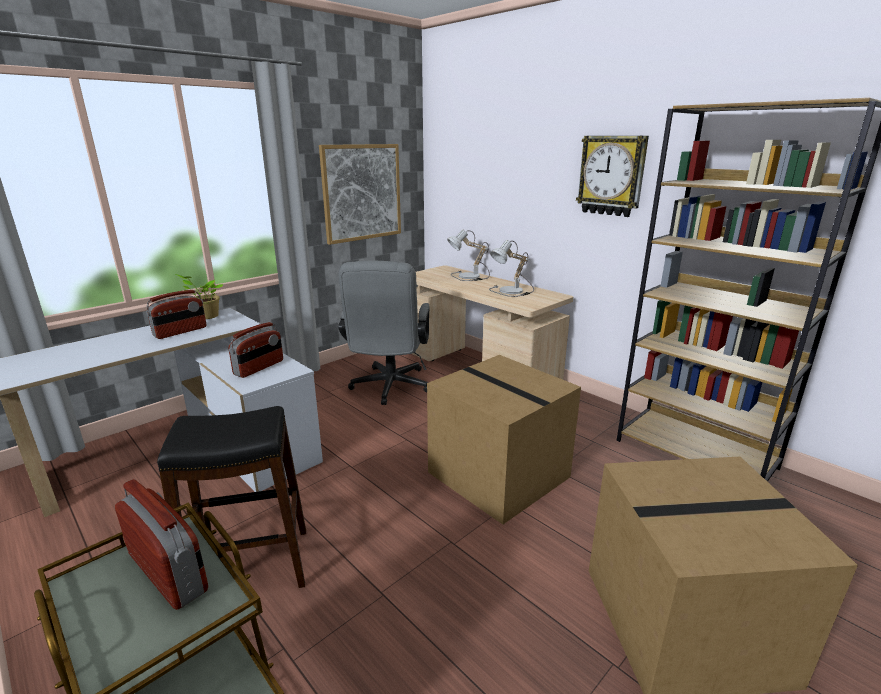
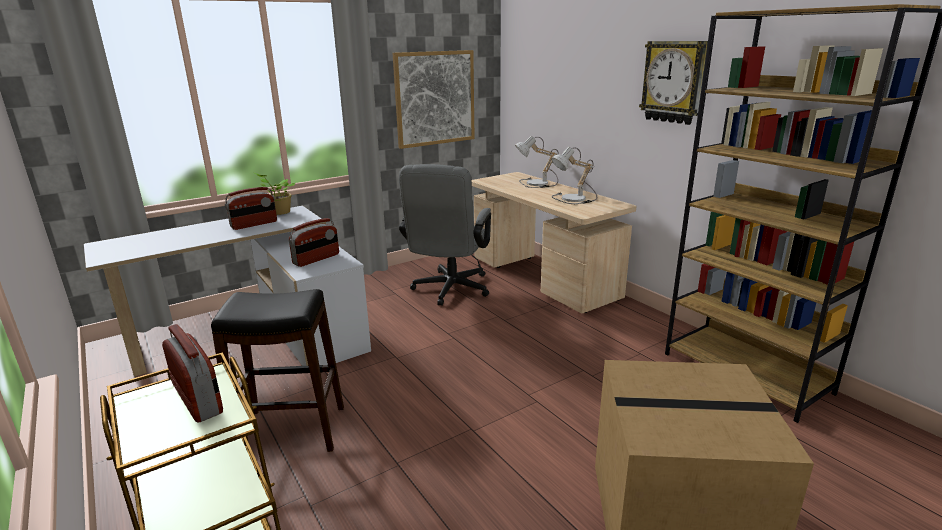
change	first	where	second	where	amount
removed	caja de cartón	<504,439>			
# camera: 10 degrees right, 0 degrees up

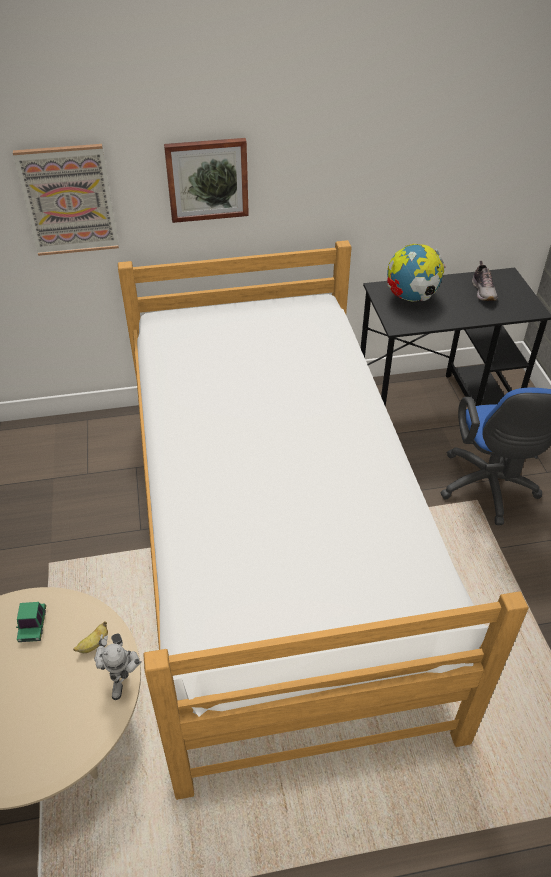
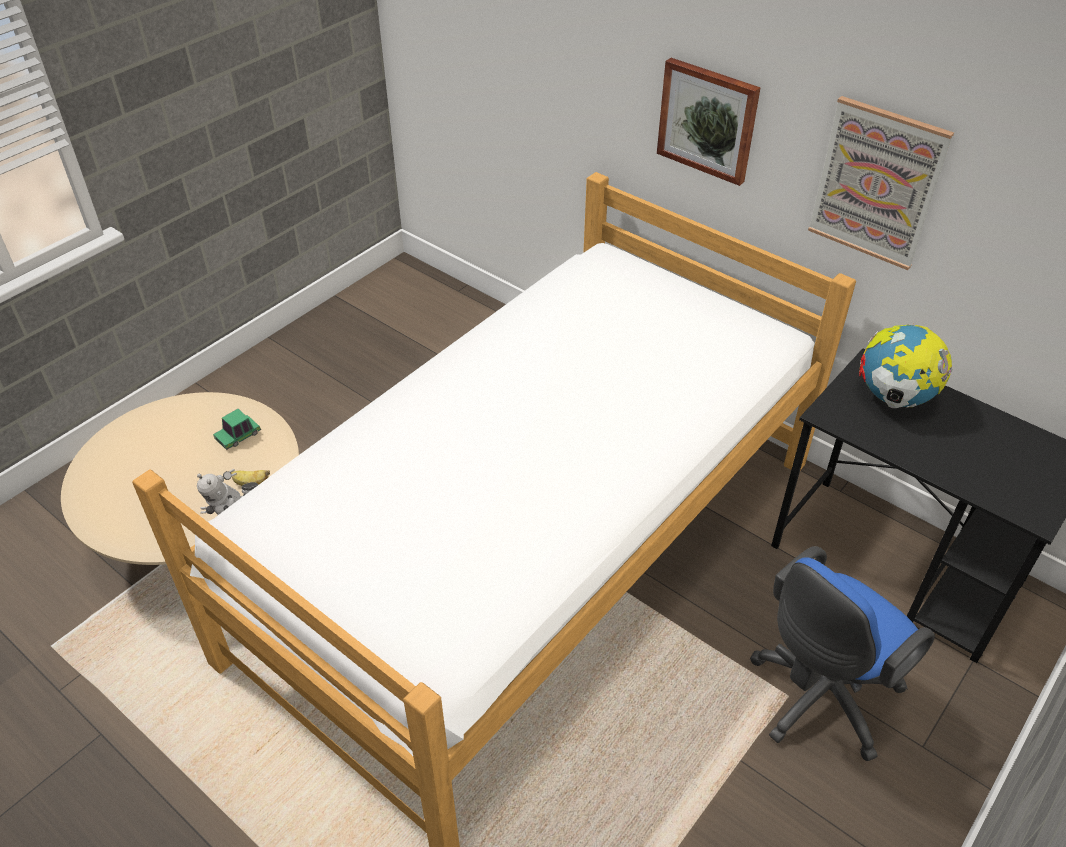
change	first	where	second	where	amount
moved	cuadro	<66,200>		<881,183>	
removed	zapato	<484,281>			
# camera: 50 degrees right, 0 degrees up

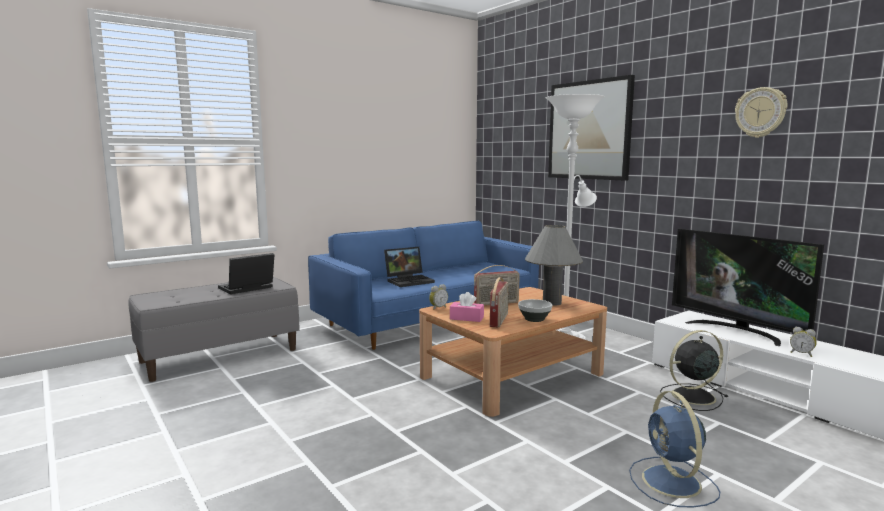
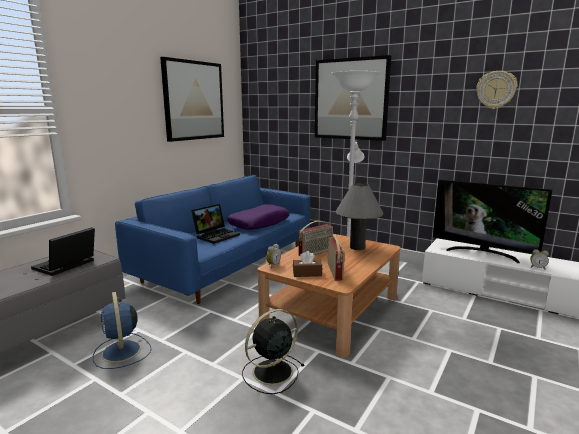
change	first	where	second	where	amount
recoloured	caja de pañuelos (rosa)	<467,307>	caja de pañuelos (marrón)	<307,264>	
removed	cuenco	<535,310>			
moved	ventilador (negro)	<694,370>		<273,351>	
moved	ventilador (azul)	<674,449>		<122,330>	
added			cuadro	<192,99>	
added			cojín (morado)	<258,217>	
# camera: 20 degrees left, 5 degrees up

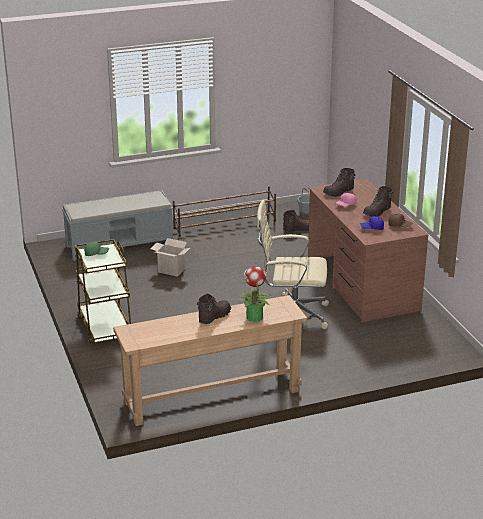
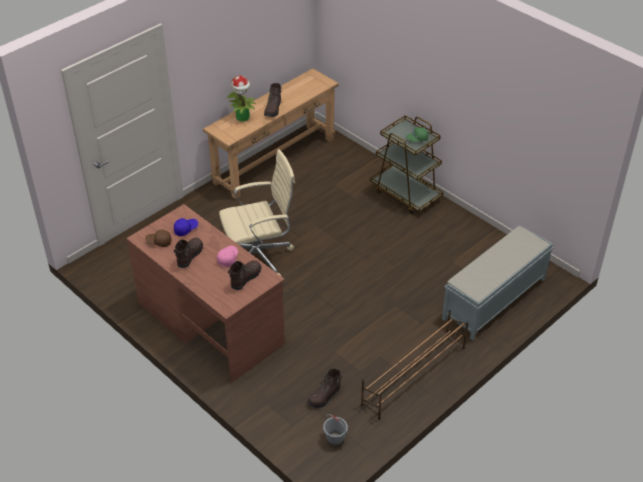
change	first	where	second	where	amount
removed	caja de cartón	<170,257>			
# camera: 155 degrees right, 15 degrees up

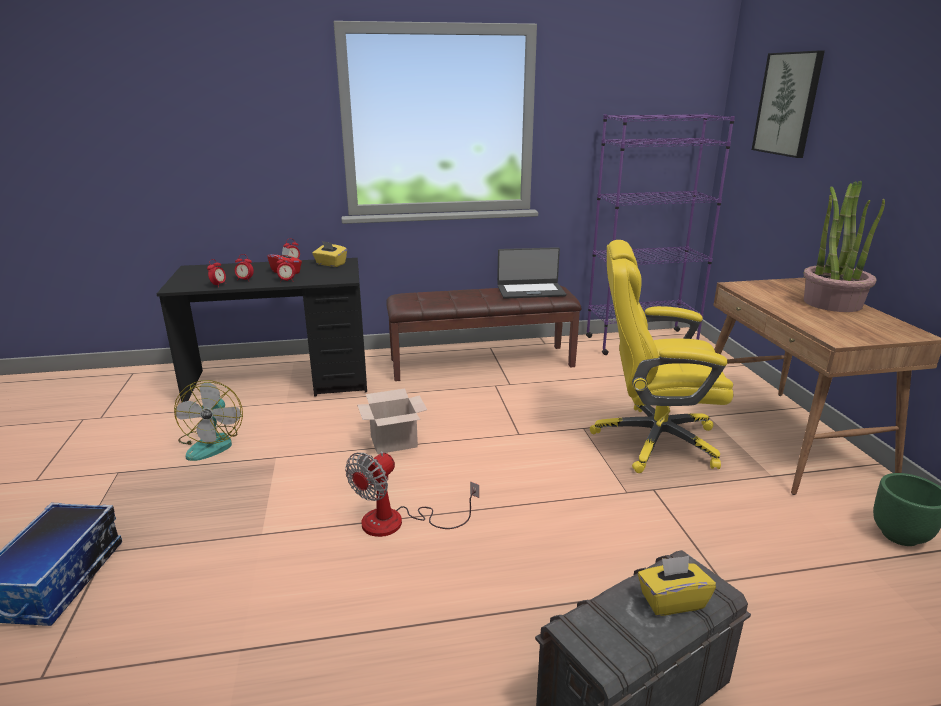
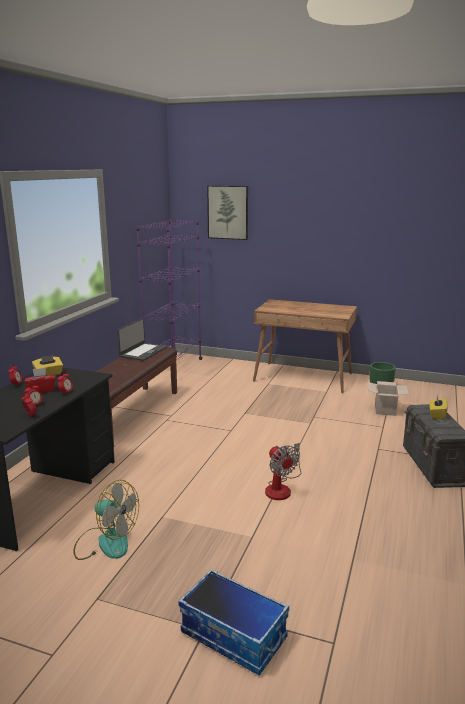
change	first	where	second	where	amount
removed	planta en maceta	<844,246>			
removed	silla de oficina (amarillo)	<661,356>			
moved	caja de cartón	<392,421>		<388,398>	
# camera: 60 degrees left, 5 degrees down

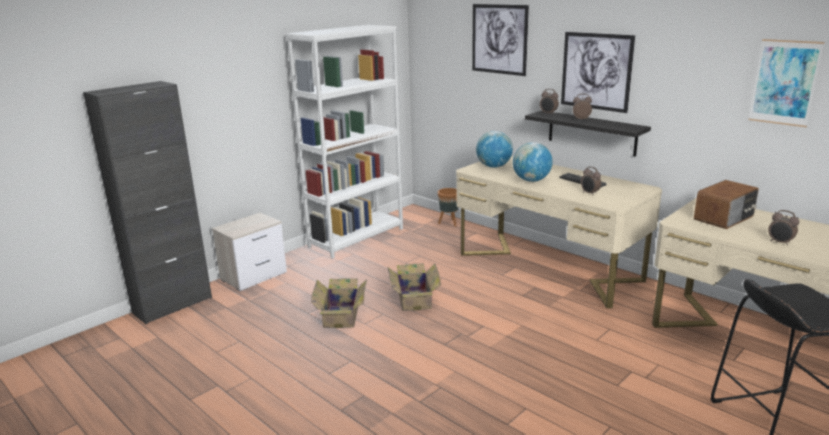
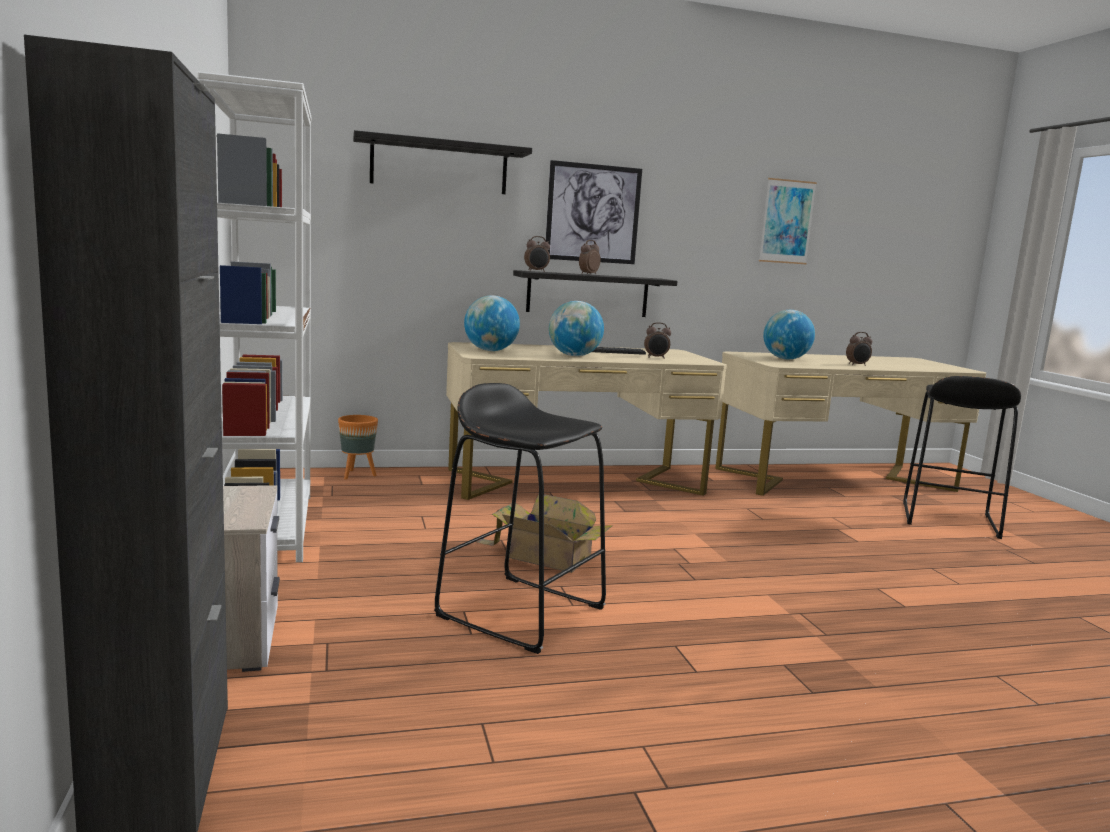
change	first	where	second	where	amount
replaced	cuadro	<500,40>	estante (negro)	<442,162>	
replaced	radio	<726,204>	globo terráqueo	<789,334>	
replaced	caja de cartón	<339,303>	taburete (negro)	<520,518>	
# camera: 60 degrees left, 10 degrees down

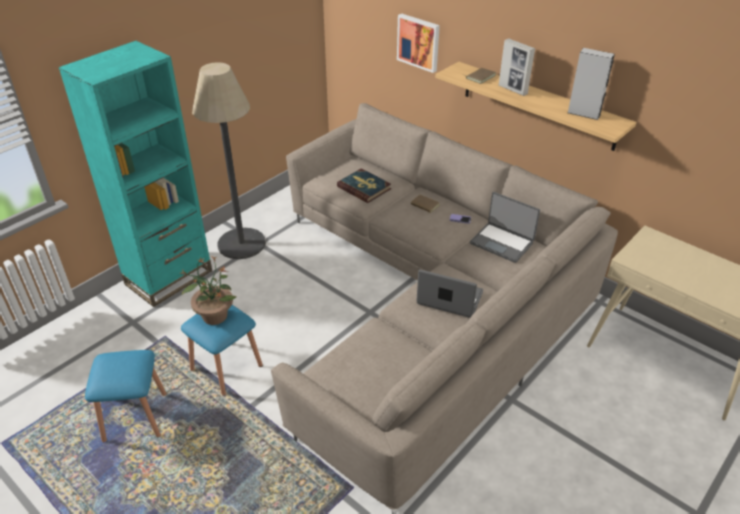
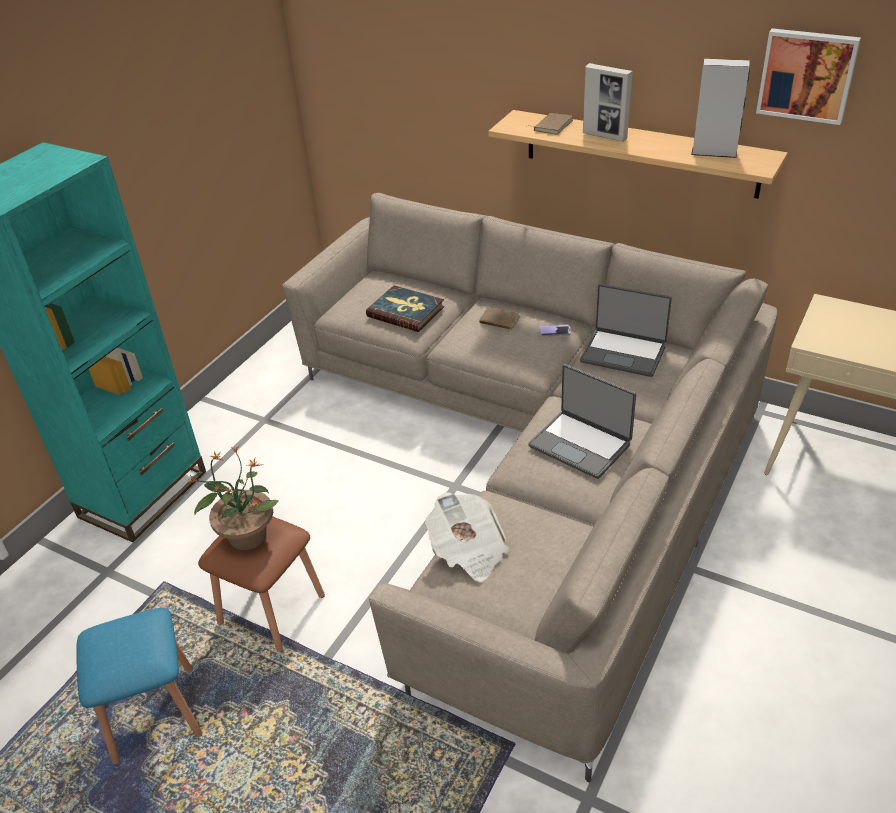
change	first	where	second	where	amount
moved	cuadro	<418,43>		<808,76>	
removed	lámpara de pie	<229,160>			
turned	portátil	<450,294>		<582,421>	150 degrees counterclockwise
recoloured	taburete (azul)	<222,350>	taburete (marrón)	<261,584>	
added			periódico	<467,537>	
# camera: 10 degrees left, 0 degrees up

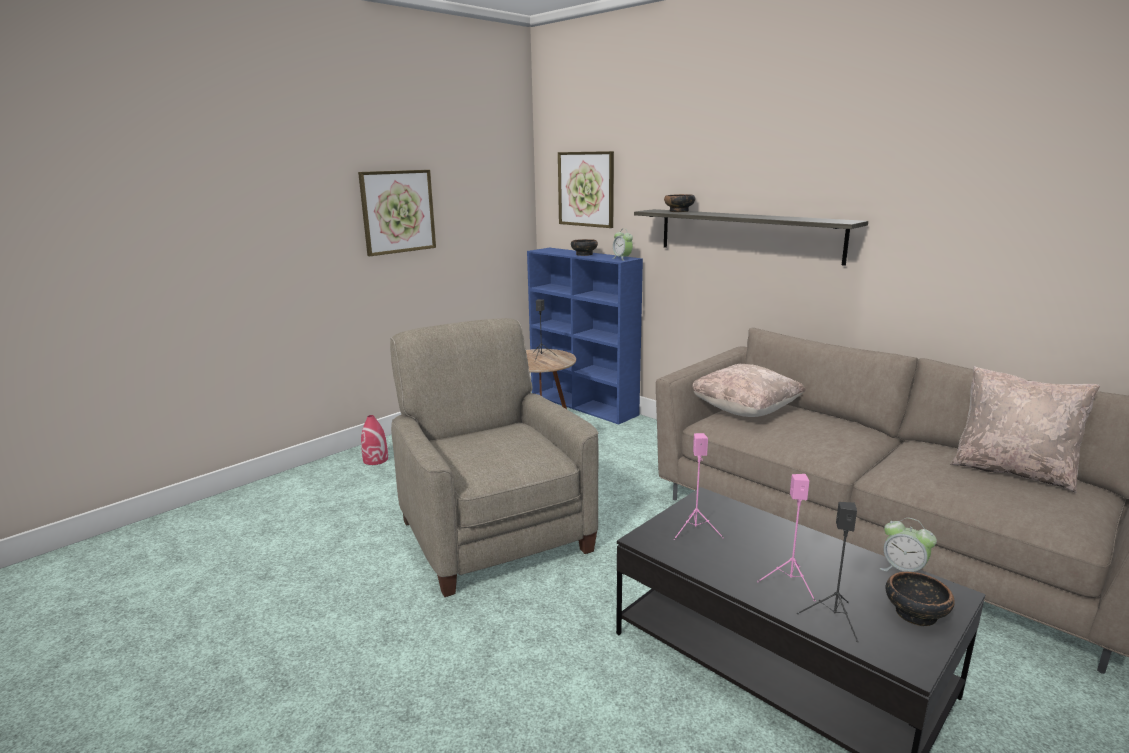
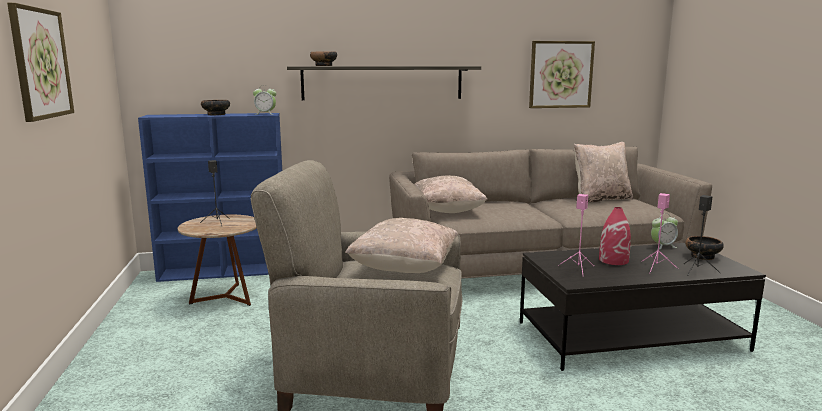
change	first	where	second	where	amount
moved	cuadro	<586,189>		<562,74>	
moved	florero (rojo)	<374,440>		<615,236>	
added			cojín (beis)	<401,245>	
# camera: 55 degrees left, 5 degrees down

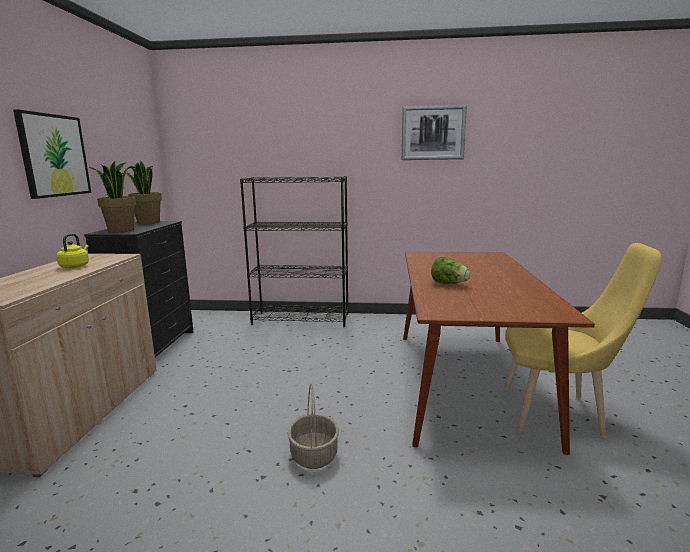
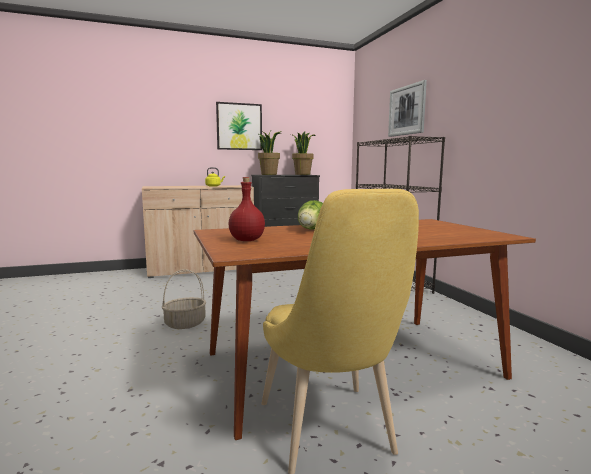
change	first	where	second	where	amount
moved	cuadro	<434,132>		<407,108>	
added			botella (rojo)	<246,209>	
# camera: 65 degrees right, 5 degrees down

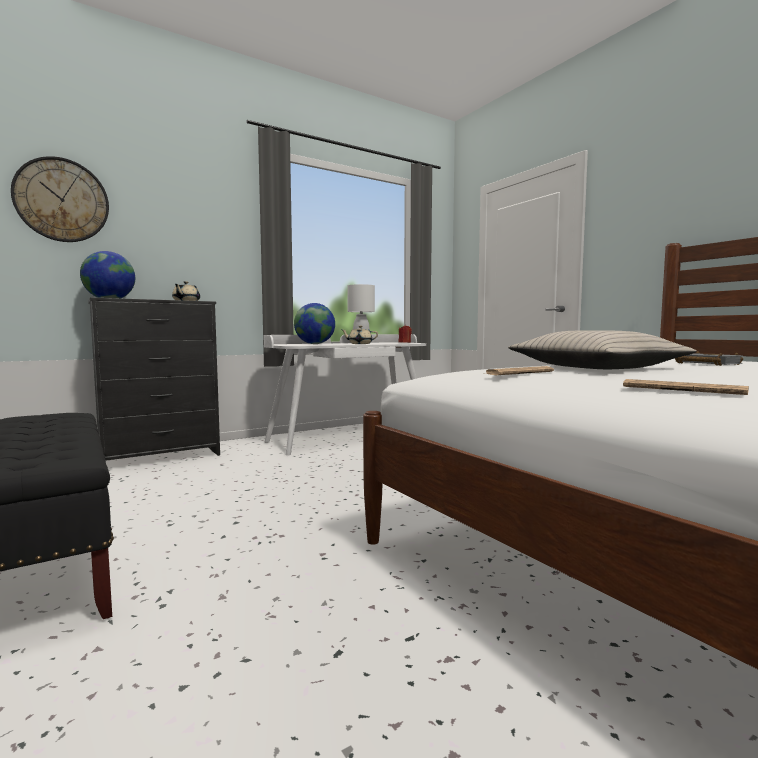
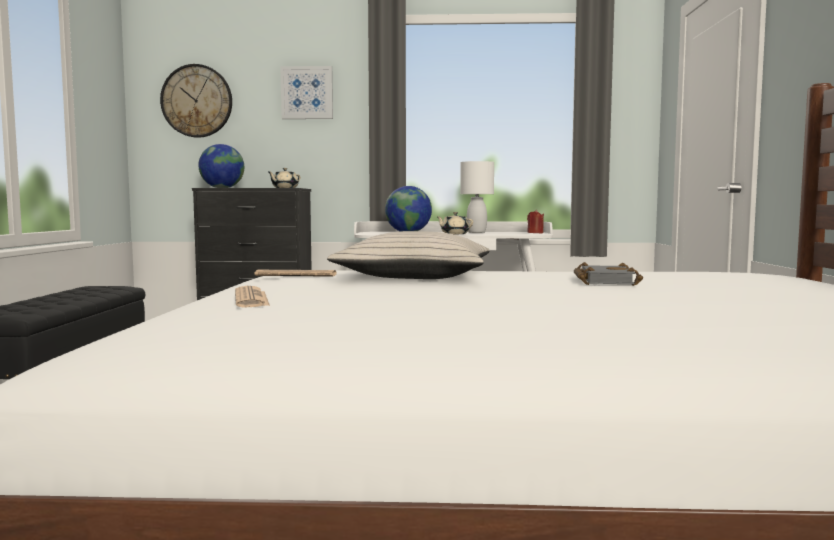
change	first	where	second	where	amount
added			cuadro	<306,92>	
# camera: 35 degrees right, 0 degrees up

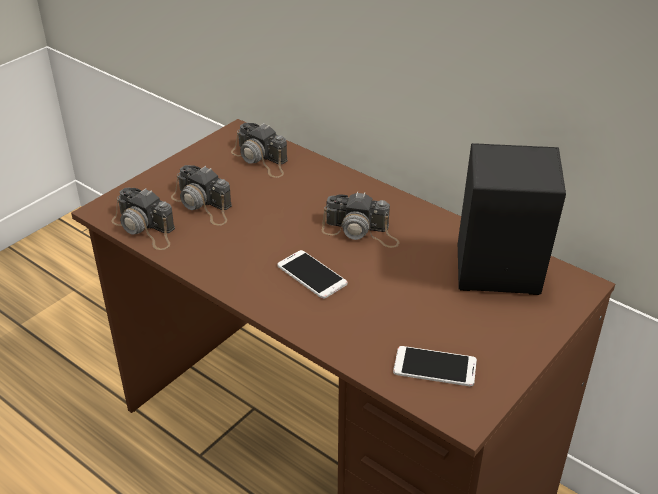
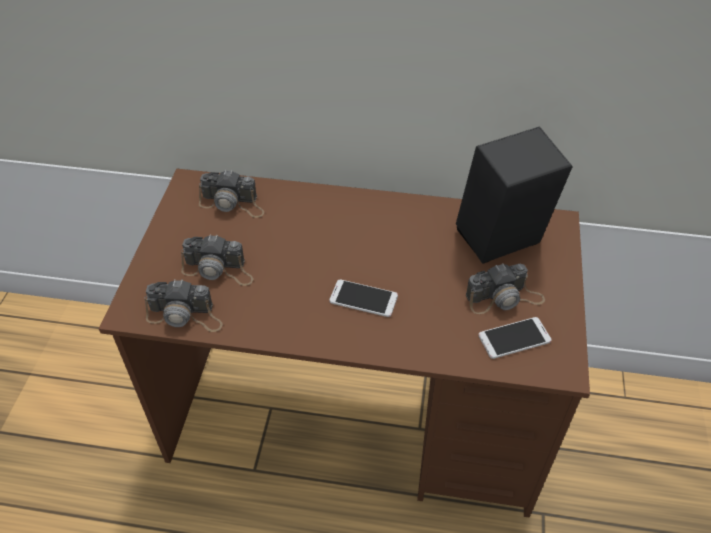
change	first	where	second	where	amount
moved	cámara	<361,219>		<505,288>	
# camera: 30 degrees left, 10 degrees up

